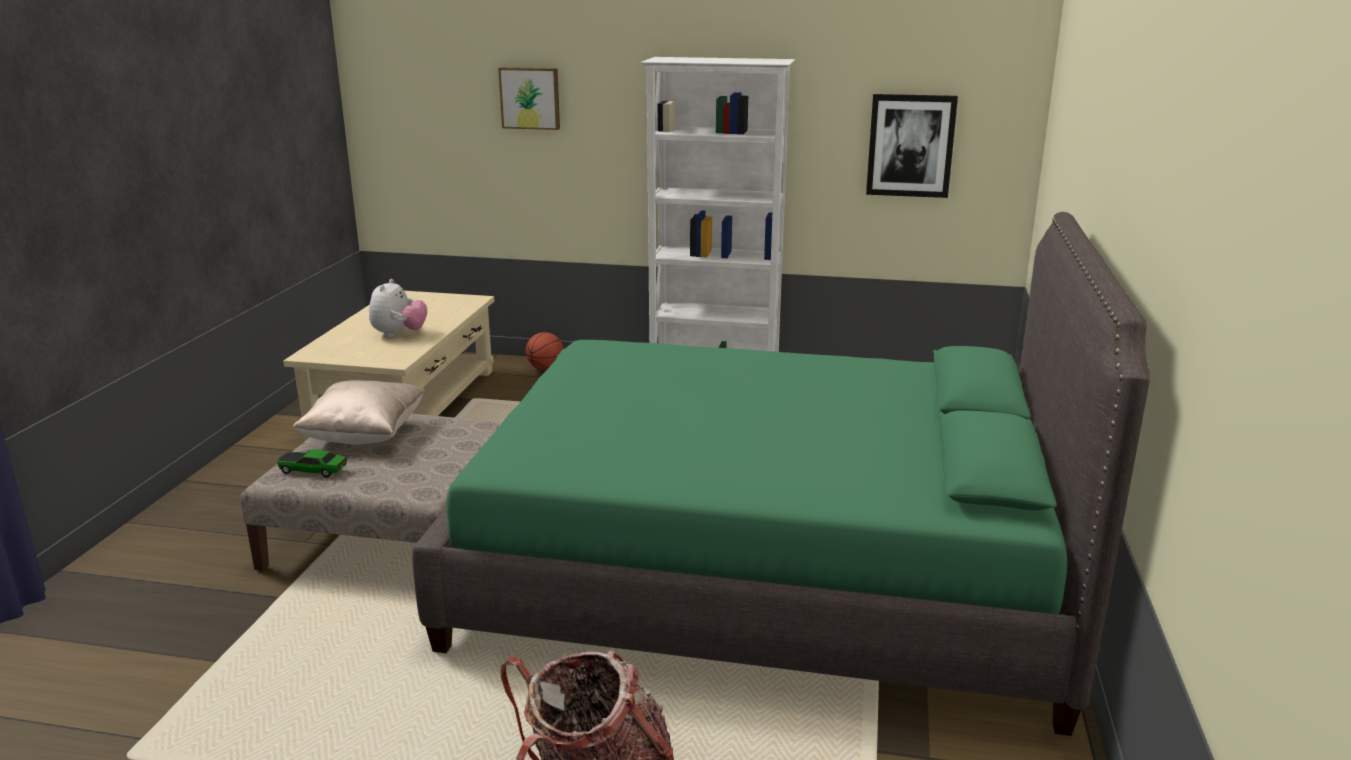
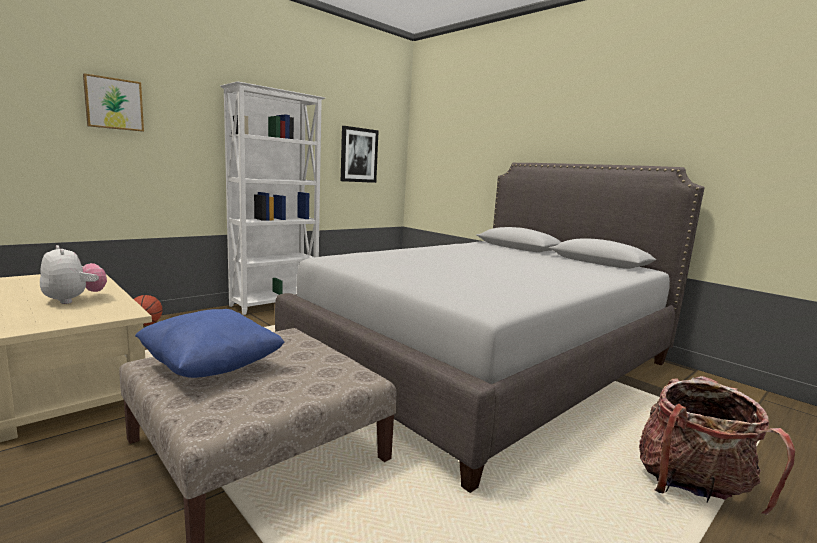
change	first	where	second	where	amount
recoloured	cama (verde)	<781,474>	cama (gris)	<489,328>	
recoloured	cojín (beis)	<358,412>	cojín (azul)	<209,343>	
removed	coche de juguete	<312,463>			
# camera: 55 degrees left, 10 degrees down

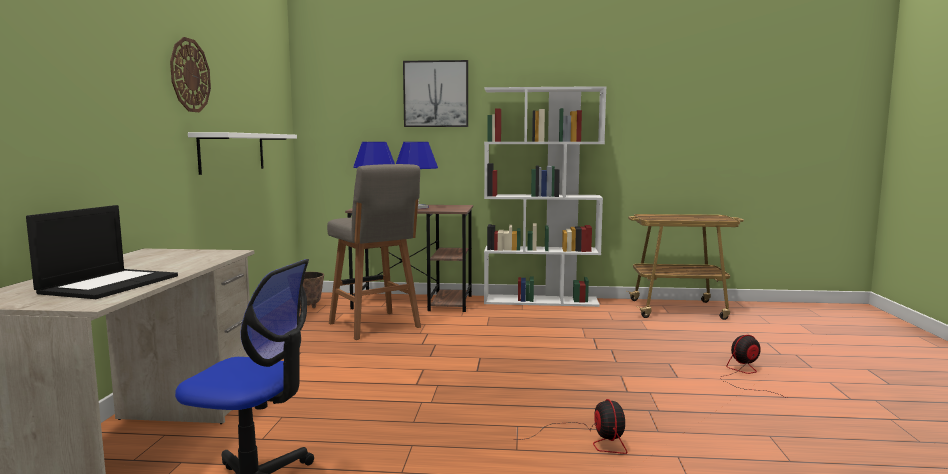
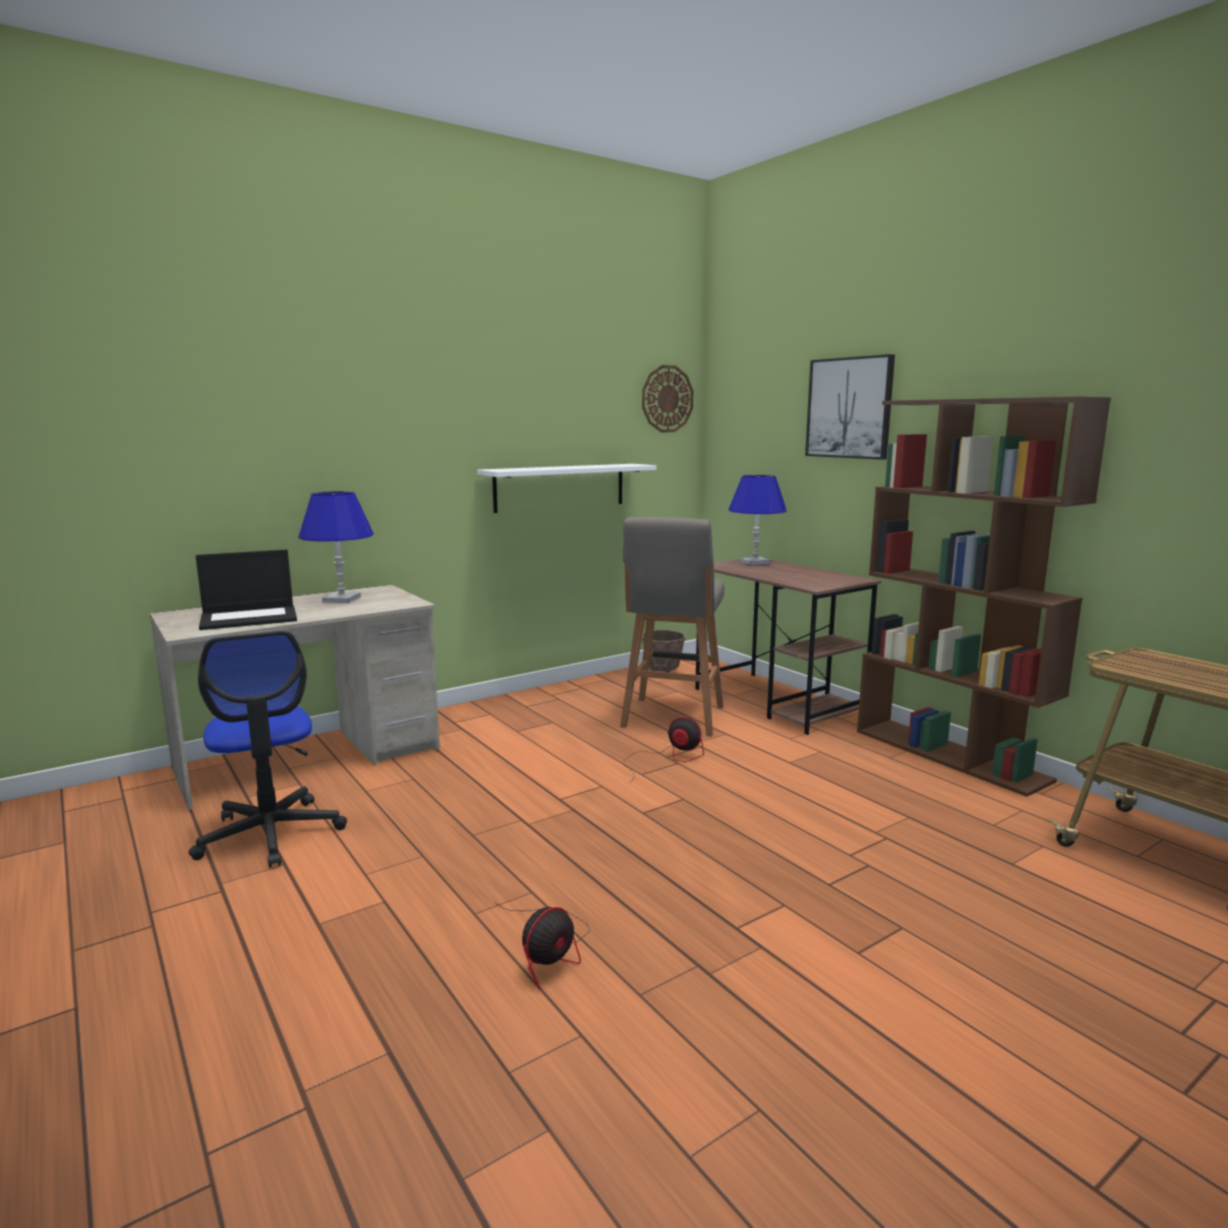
change	first	where	second	where	amount
moved	reloj de pared	<190,74>		<667,398>	
recoloured	estantería (blanco)	<545,196>	estantería (marrón)	<984,597>	
moved	lámpara de mesa (azul)	<417,175>		<336,547>	
moved	ventilador	<753,366>		<664,750>	
# camera: 50 degrees right, 5 degrees up

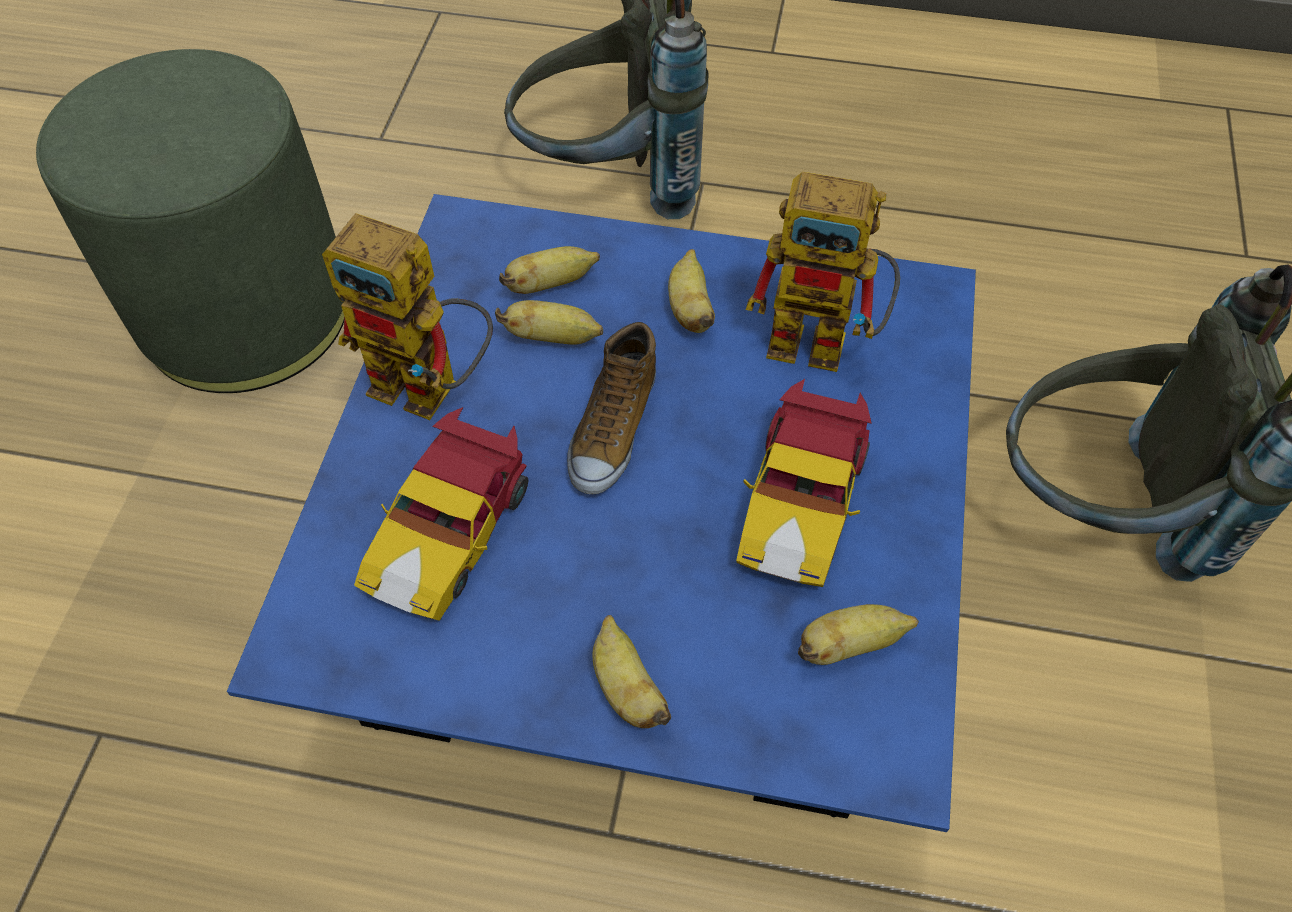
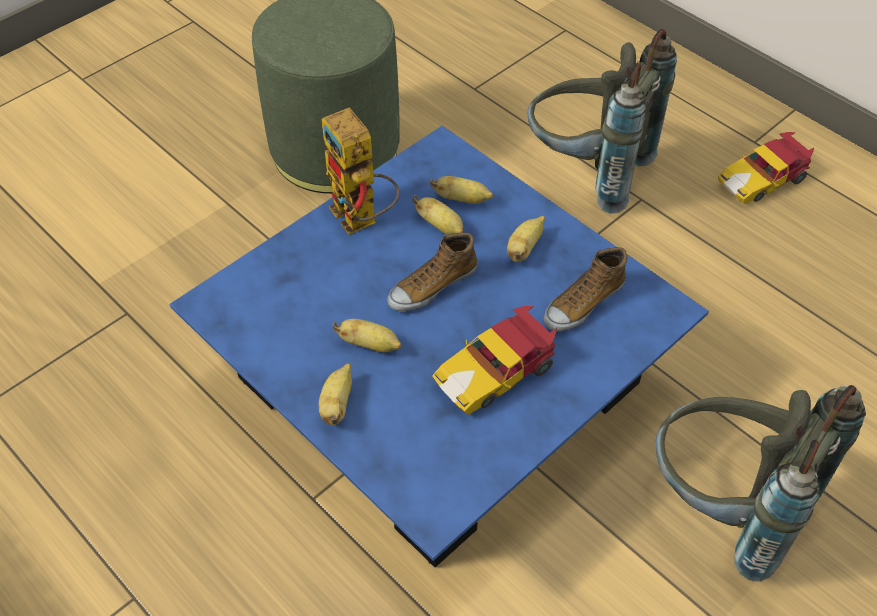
change	first	where	second	where	amount
replaced	robot de juguete	<823,272>	zapato	<585,289>	
moved	coche de juguete	<441,514>		<766,168>	
moved	plátano	<858,634>		<367,335>	
# camera: 35 degrees right, 5 degrees down

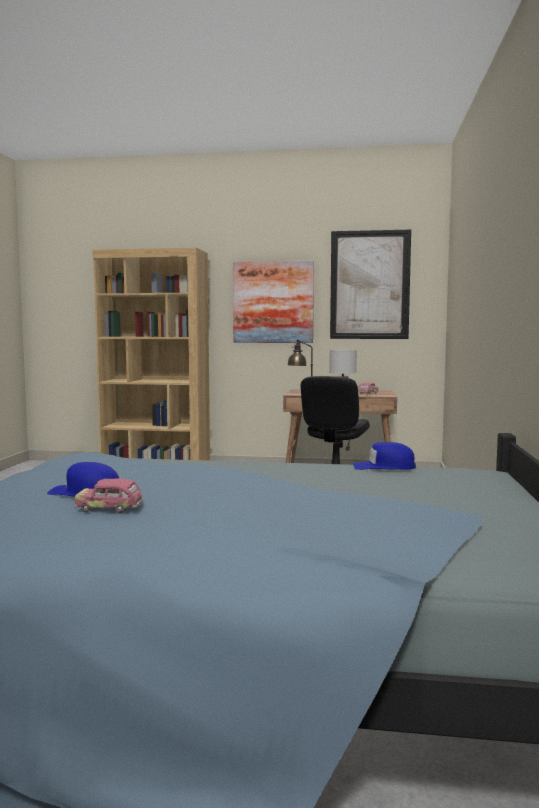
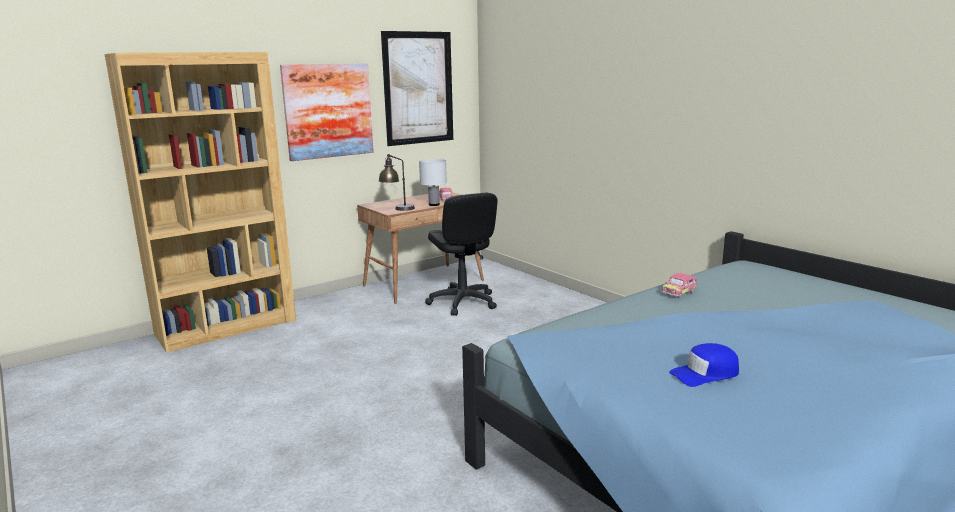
change	first	where	second	where	amount
removed	gorra (azul)	<384,456>			
moved	coche de juguete	<109,495>		<679,285>	
# camera: 45 degrees left, 10 degrees up

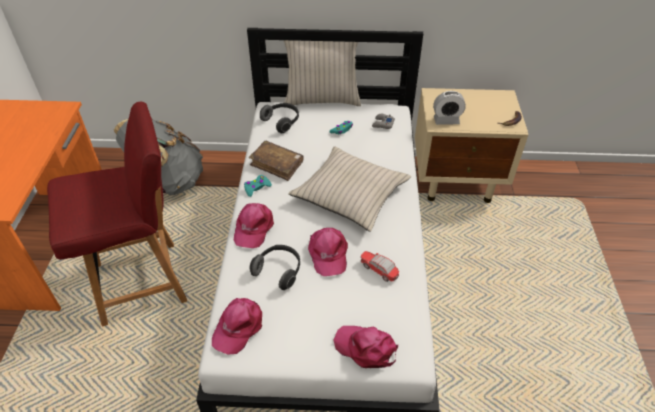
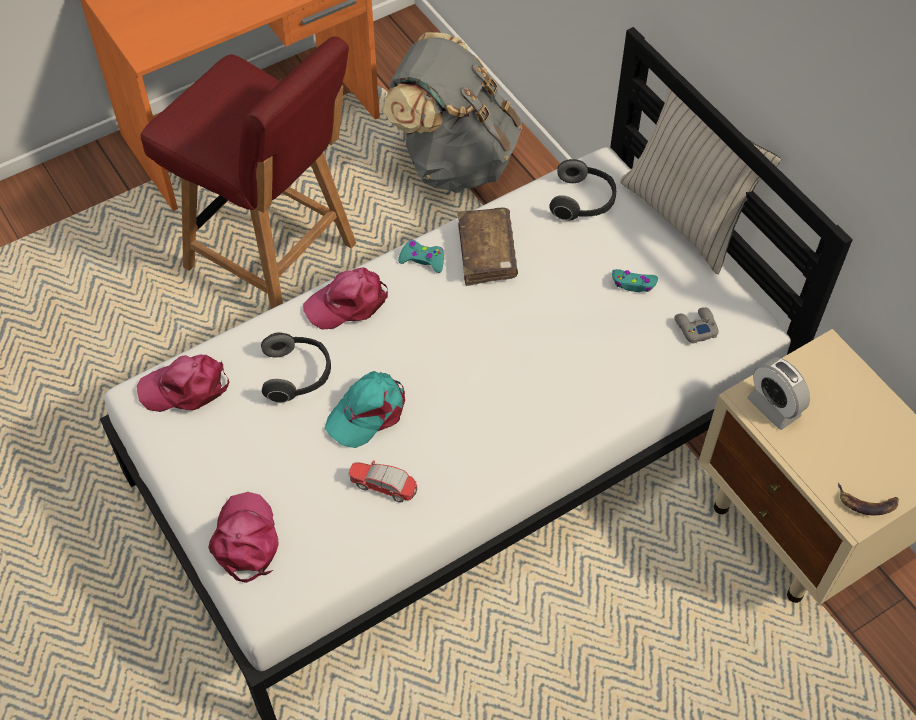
change	first	where	second	where	amount
removed	cojín (beis)	<349,189>			
recoloured	gorra (rosa)	<328,252>	gorra (turquesa)	<365,409>	
turned	coche de juguete	<379,266>		<383,481>	75 degrees counterclockwise
# camera: 55 degrees right, 10 degrees up

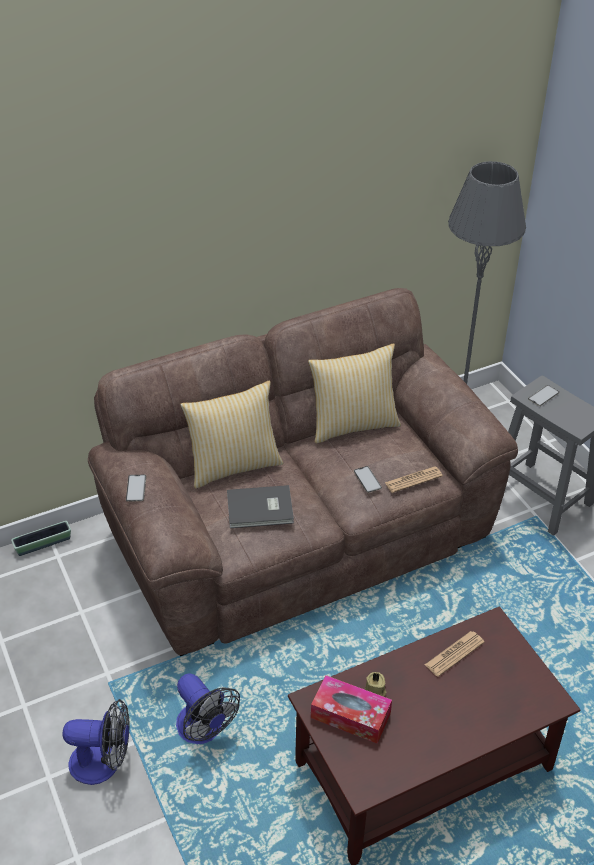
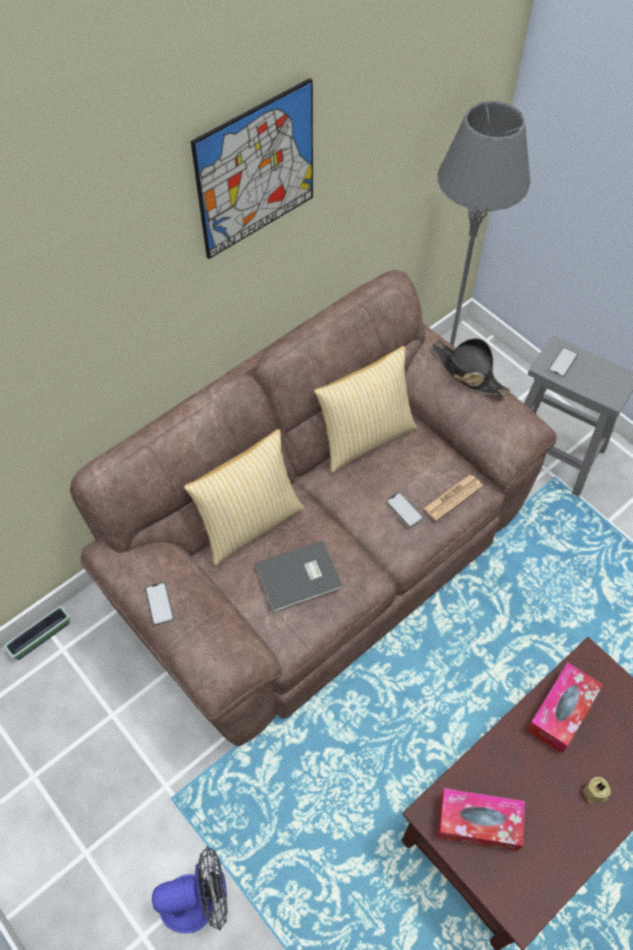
change	first	where	second	where	amount
replaced	periódico	<455,654>	caja de pañuelos	<565,708>	
moved	vela (beis)	<375,684>		<597,790>	
removed	ventilador	<208,708>			
added			cuadro	<252,168>	
added			sombrero (negro)	<471,366>	
# camera: 15 degrees left, 15 degrees up

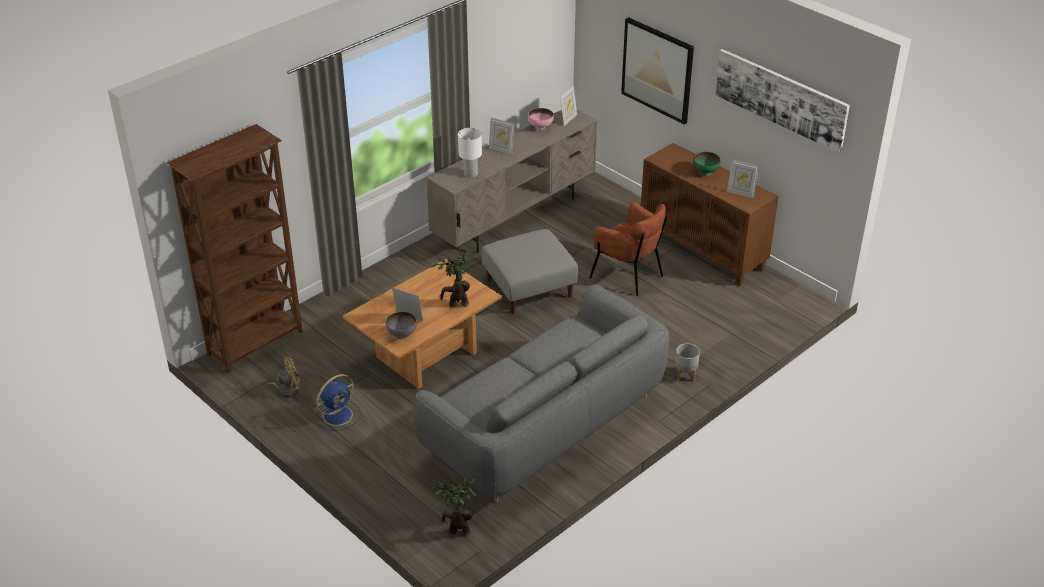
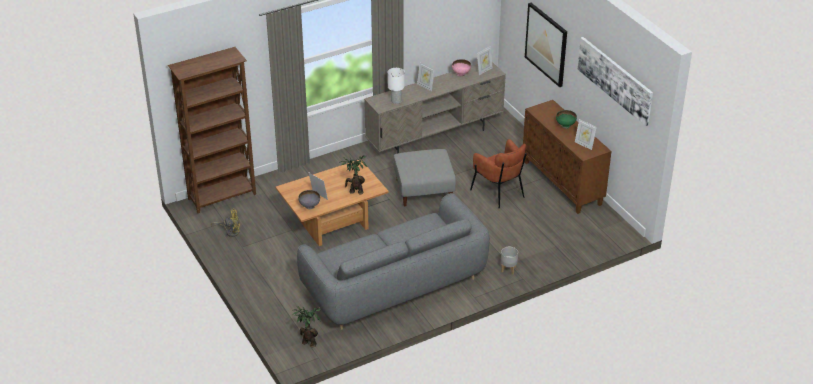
change	first	where	second	where	amount
removed	ventilador (azul)	<337,402>			
# camera: 15 degrees right, 0 degrees up

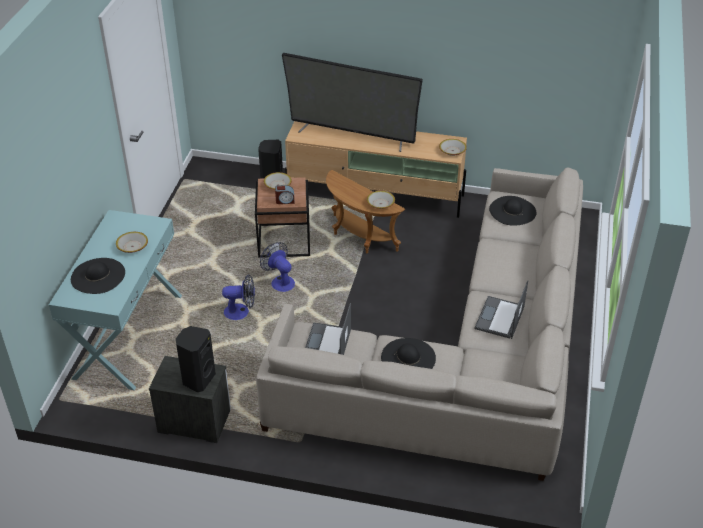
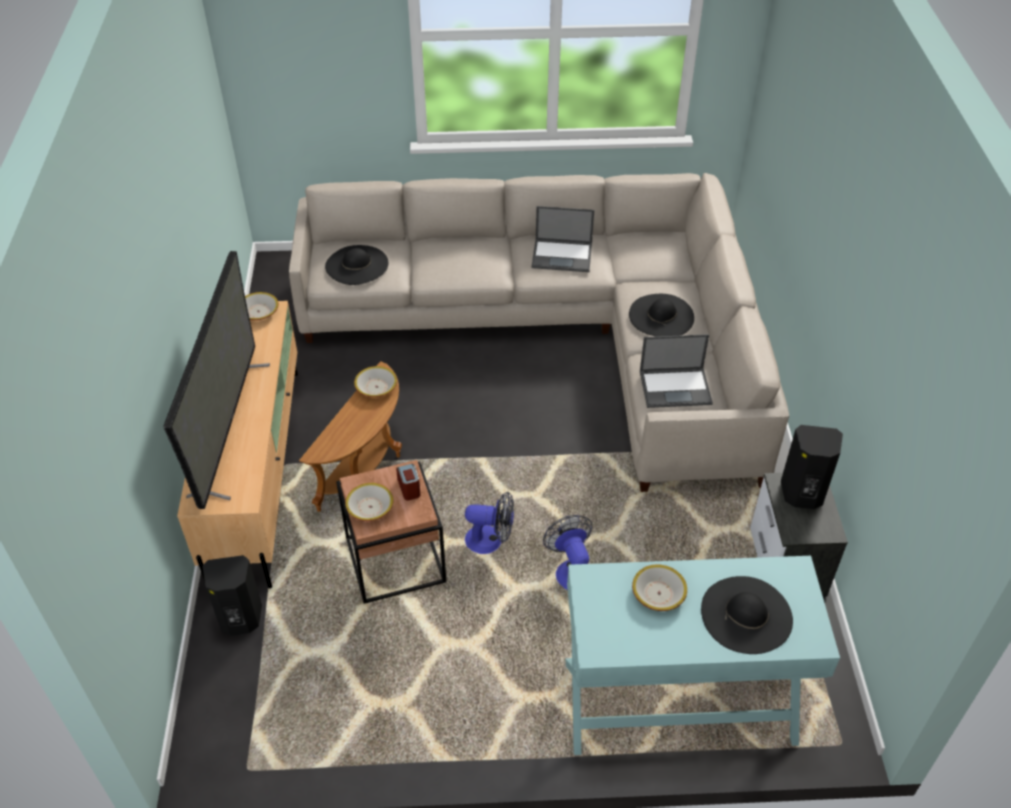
change	first	where	second	where	amount
turned	ventilador	<277,267>		<489,523>	120 degrees counterclockwise
# camera: 105 degrees left, 5 degrees up

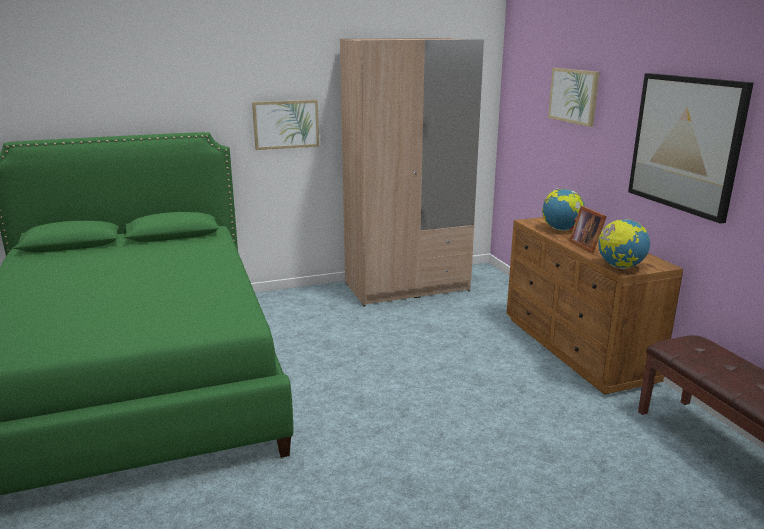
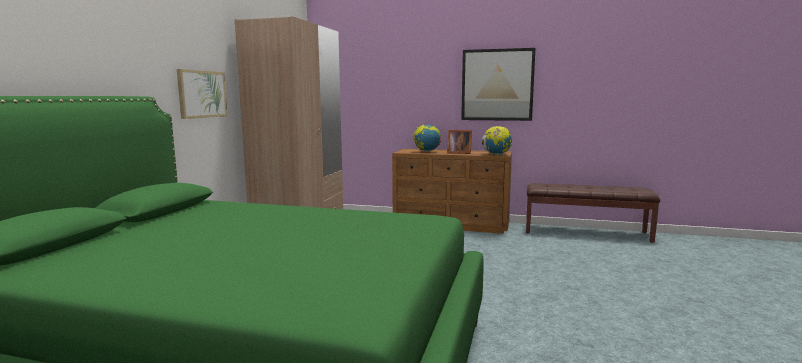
change	first	where	second	where	amount
removed	cuadro	<574,97>			
# camera: 55 degrees left, 10 degrees down

